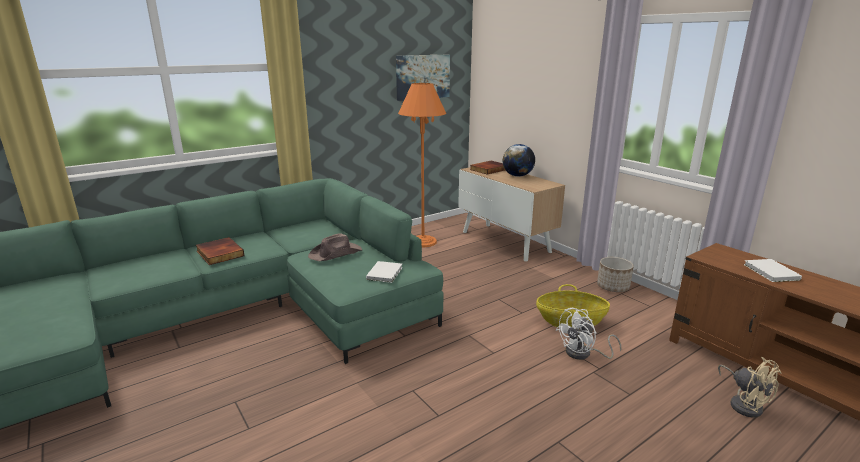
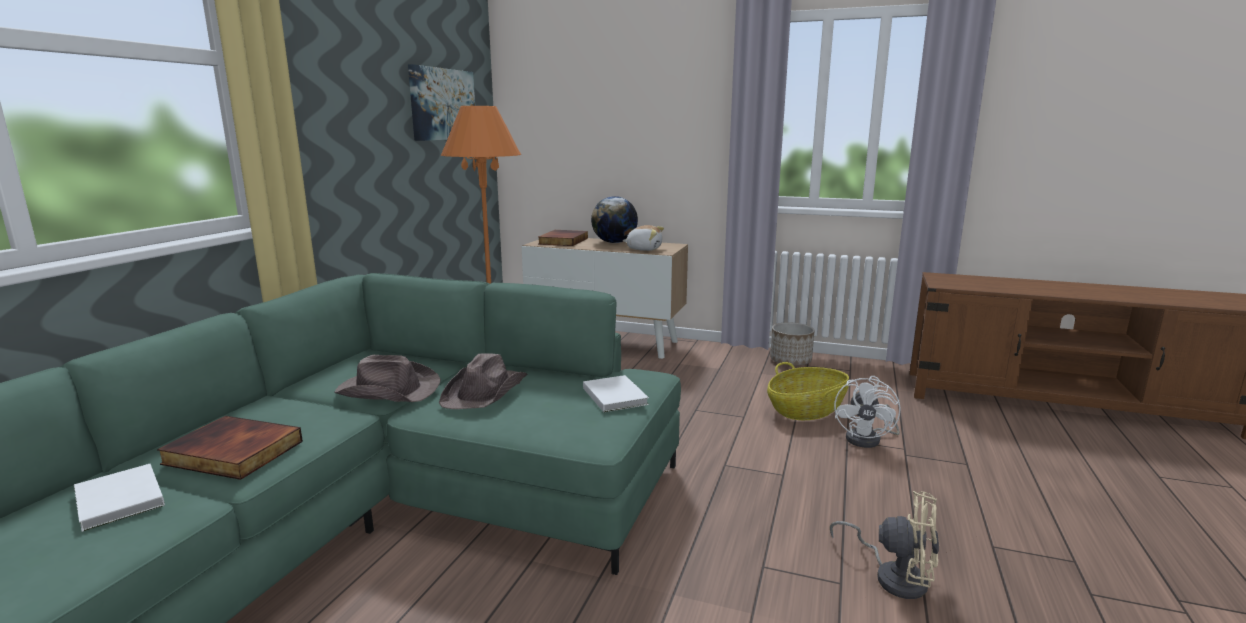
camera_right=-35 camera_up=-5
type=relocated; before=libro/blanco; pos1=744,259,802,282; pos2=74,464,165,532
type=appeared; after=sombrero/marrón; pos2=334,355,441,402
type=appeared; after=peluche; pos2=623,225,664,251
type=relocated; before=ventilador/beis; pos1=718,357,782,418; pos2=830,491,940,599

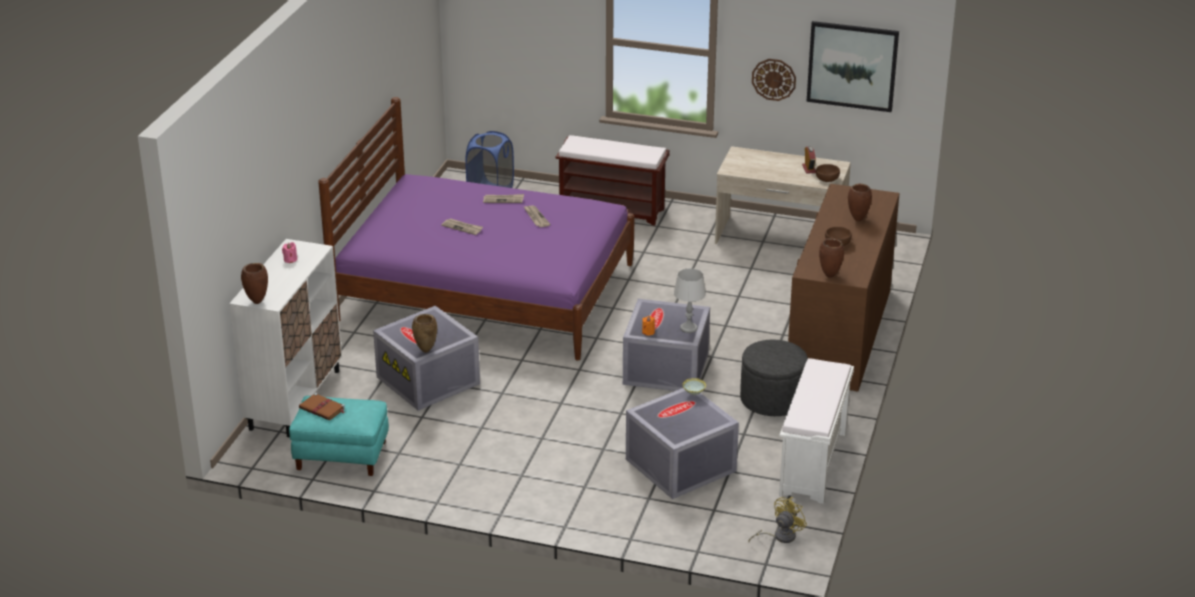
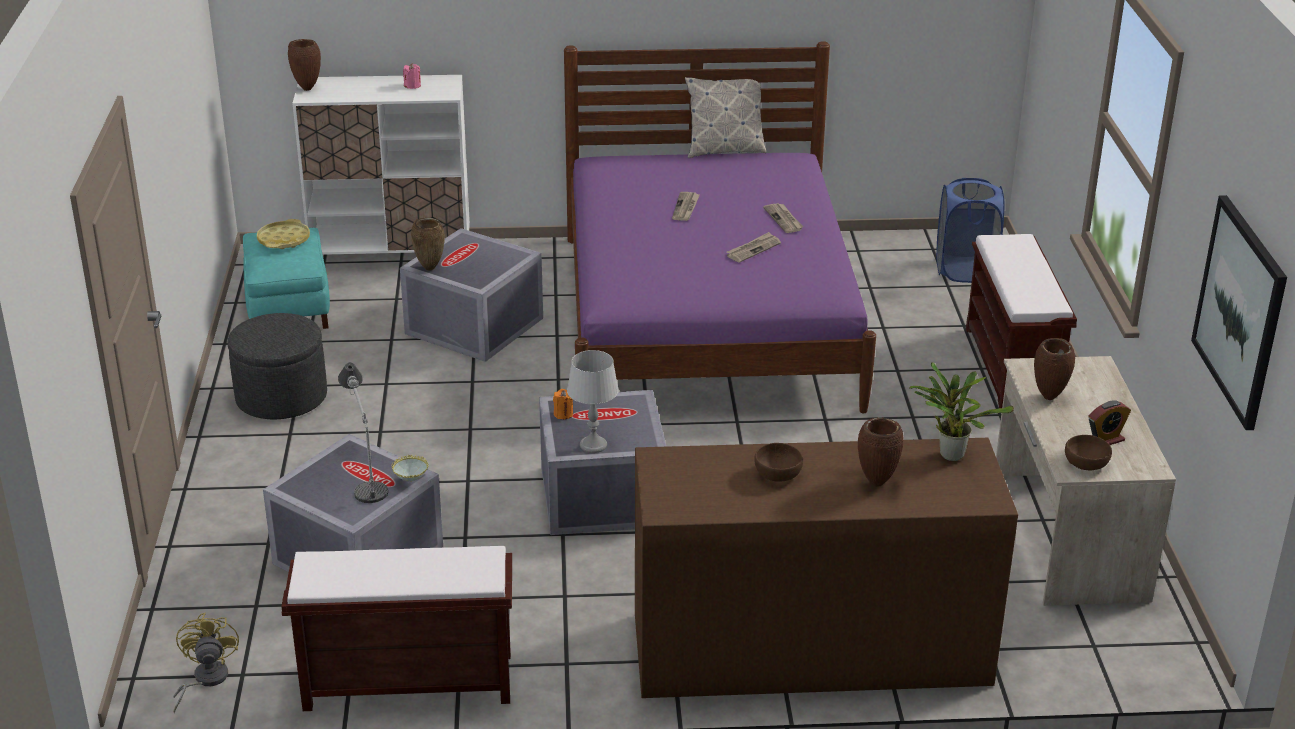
camera_right=70 camera_up=0
type=spun; before=ventilador/amarillo; pos1=748,497,807,543; pos2=173,613,239,714; turn=-120
type=relocated; before=puf/gris; pos1=740,340,808,416; pos2=228,313,327,419
type=exchanged; before=libro/marrón; after=bandeja/amarillo; pos1=299,393,345,420; pos2=257,219,310,249
type=colour; before=banco/blanco; after=banco/marrón; pos1=779,358,854,504; pos2=281,546,512,711
type=appeared; after=lámpara de mesa; pos2=338,363,388,503
type=appeared; after=cojín; pos2=685,77,766,158
type=appeared; after=planta en maceta; pos2=909,362,1014,461
type=relocated; before=florero/marrón; pos1=819,238,844,278; pos2=1034,338,1075,400
type=missing; before=reloj de pared; pos1=752,59,796,101

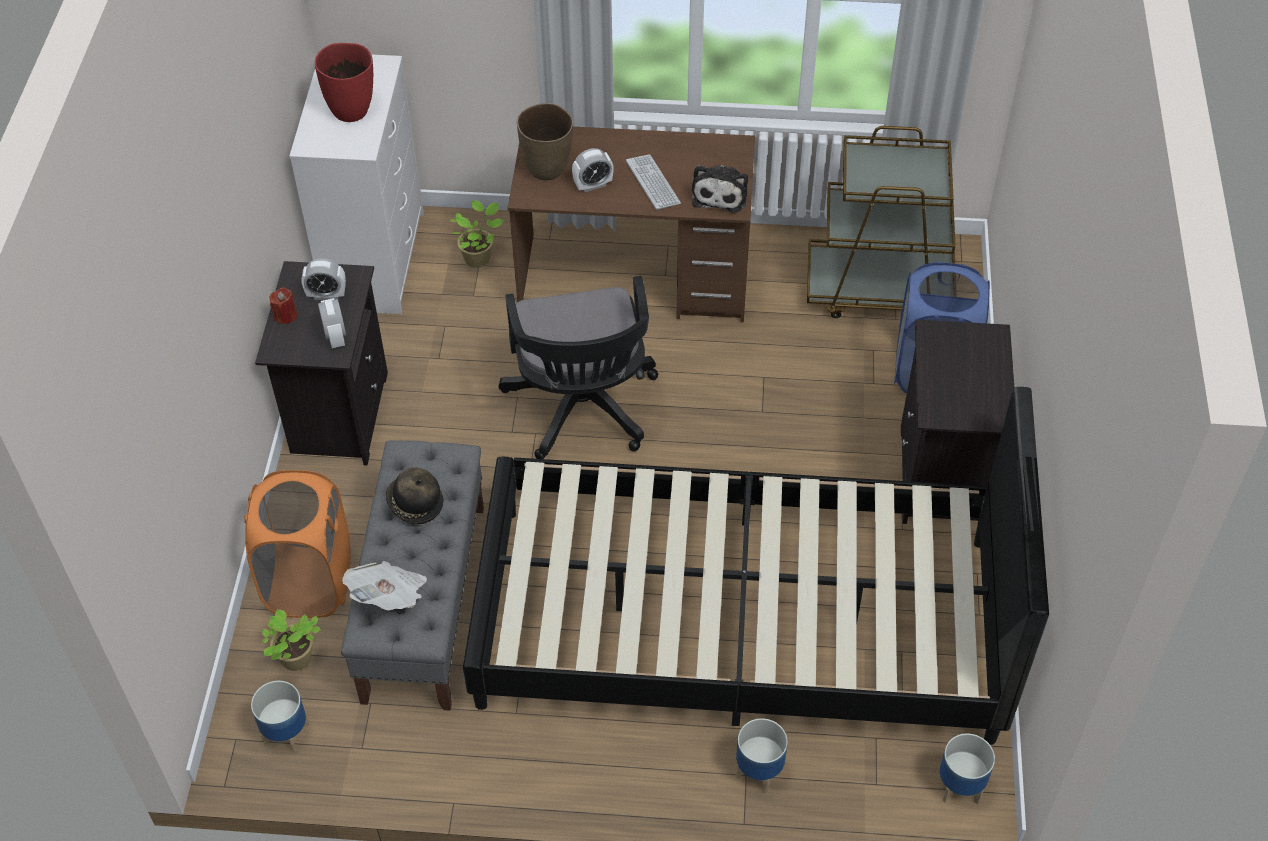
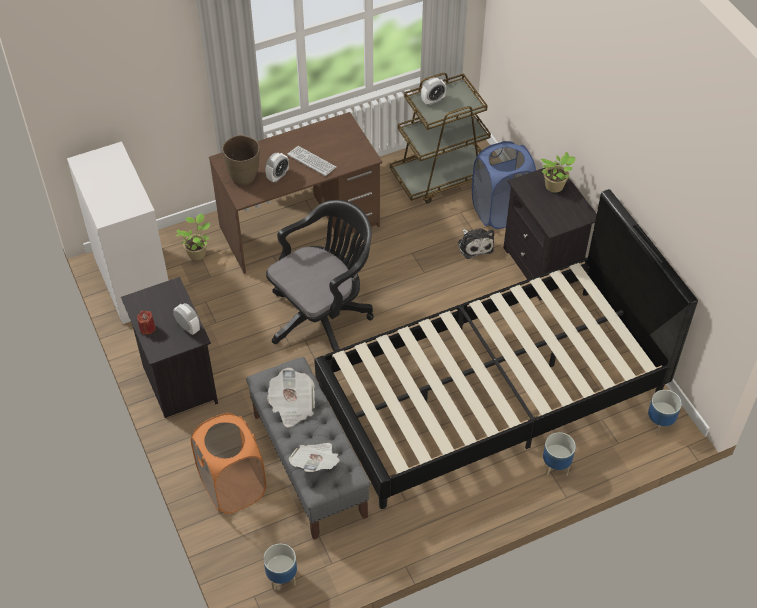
camera_right=-30 camera_up=0
type=spun; before=silla de oficina/negro; pos1=499,276,658,459; pos2=266,200,374,351; turn=-90
type=exchanged; before=sombrero; after=periódico; pos1=386,467,444,525; pos2=267,368,315,428
type=relocated; before=despertador; pos1=302,258,346,300; pos2=421,77,446,105
type=relocated; before=peluche; pos1=692,165,748,213; pos2=458,228,494,259
type=relocated; before=planta en maceta; pos1=262,609,320,671; pos2=541,152,575,193
type=missing; before=florero/rojo; pos1=314,43,373,122

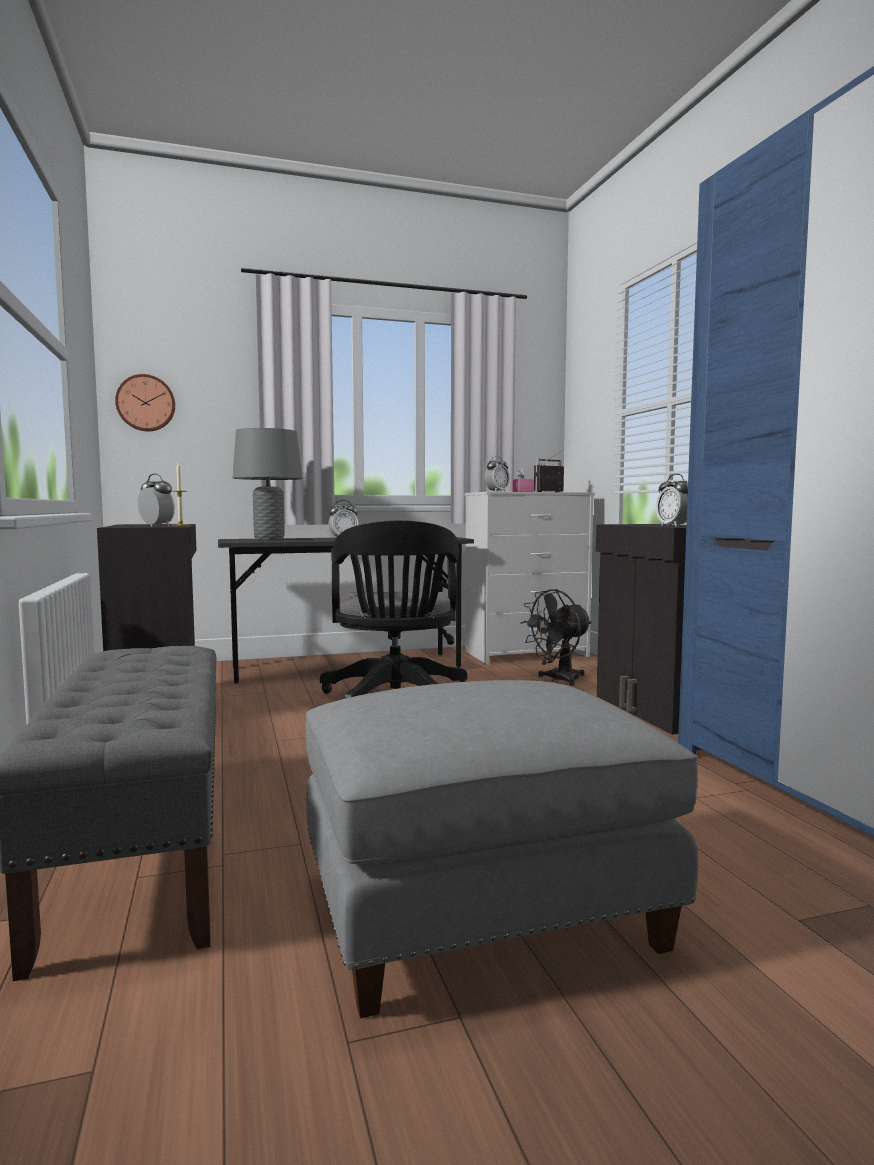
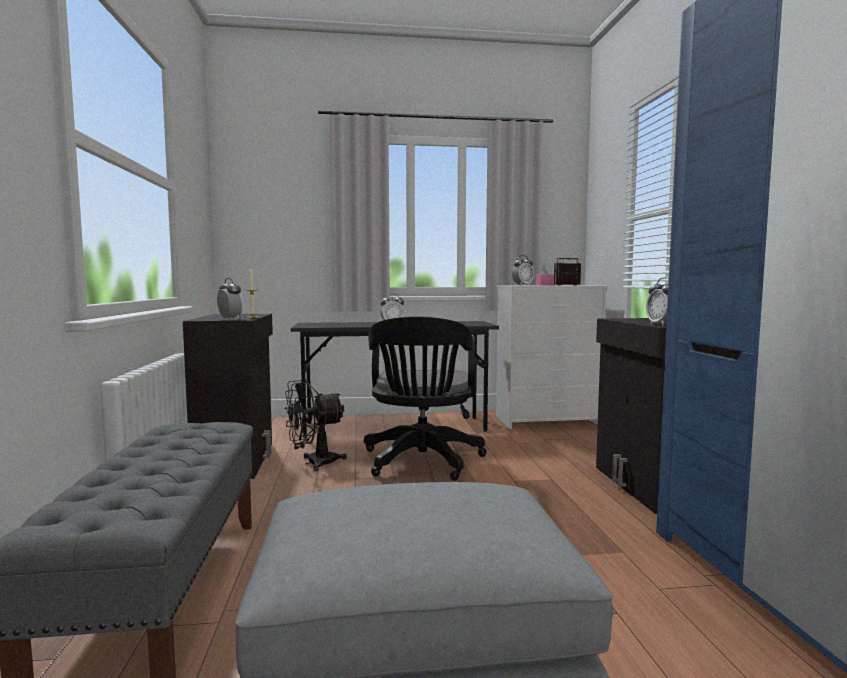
camera_right=10 camera_up=0
type=relocated; before=ventilador/negro; pos1=520,589,592,686; pos2=285,379,347,471
type=missing; before=reloj de pared; pos1=115,374,175,431
type=missing; before=lámpara de mesa/gris; pos1=233,428,303,540

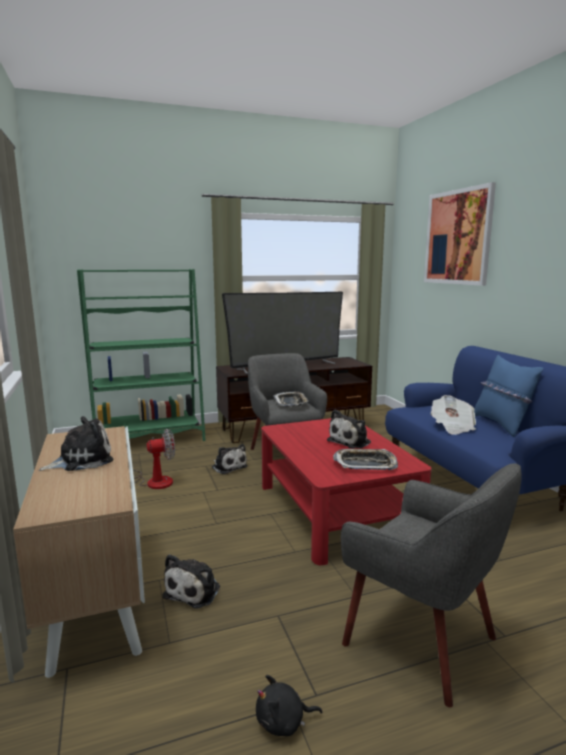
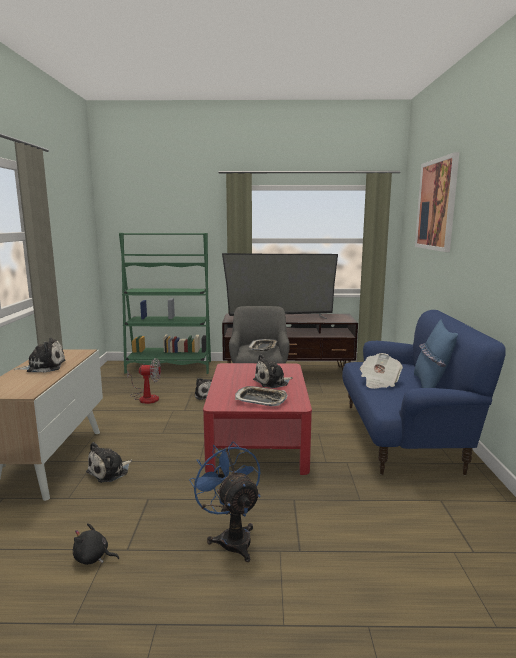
camera_right=20 camera_up=0
type=exchanged; before=sillón/gris; after=ventilador/azul; pos1=341,463,522,707; pos2=189,441,261,562

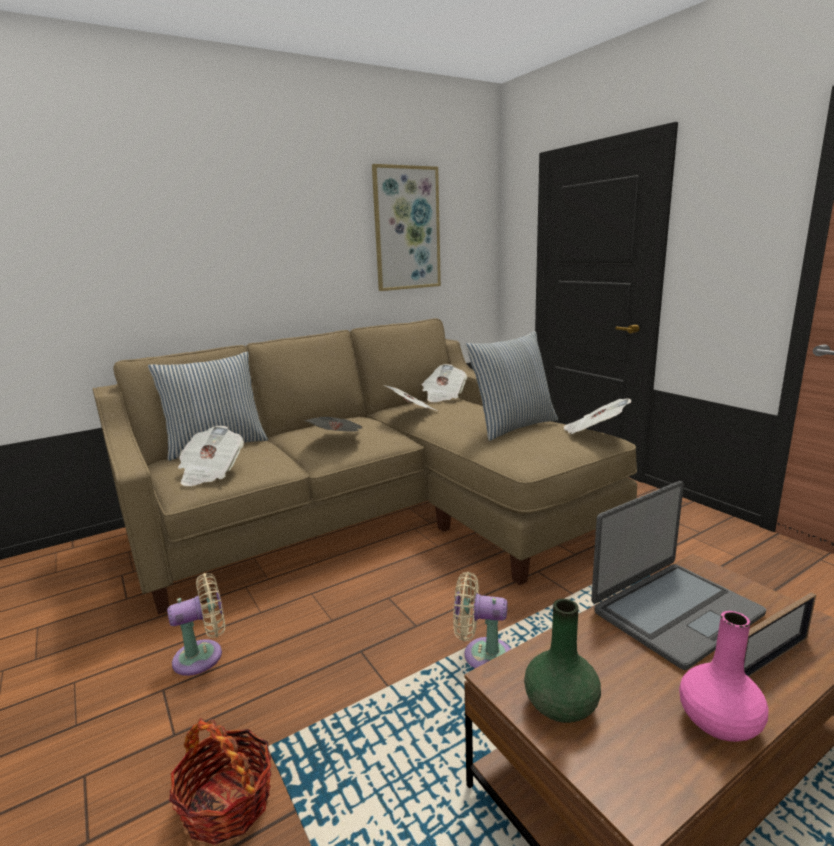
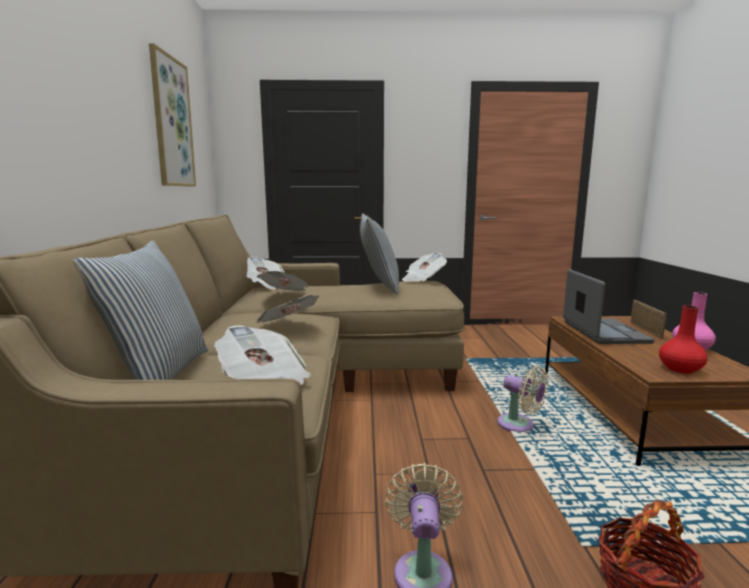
camera_right=-60 camera_up=-5
type=spun; before=ventilador/beis; pos1=453,572,511,668; pos2=497,366,549,432; turn=-90
type=colour; before=florero/verde; after=florero/rojo; pos1=524,599,601,723; pos2=659,305,708,374

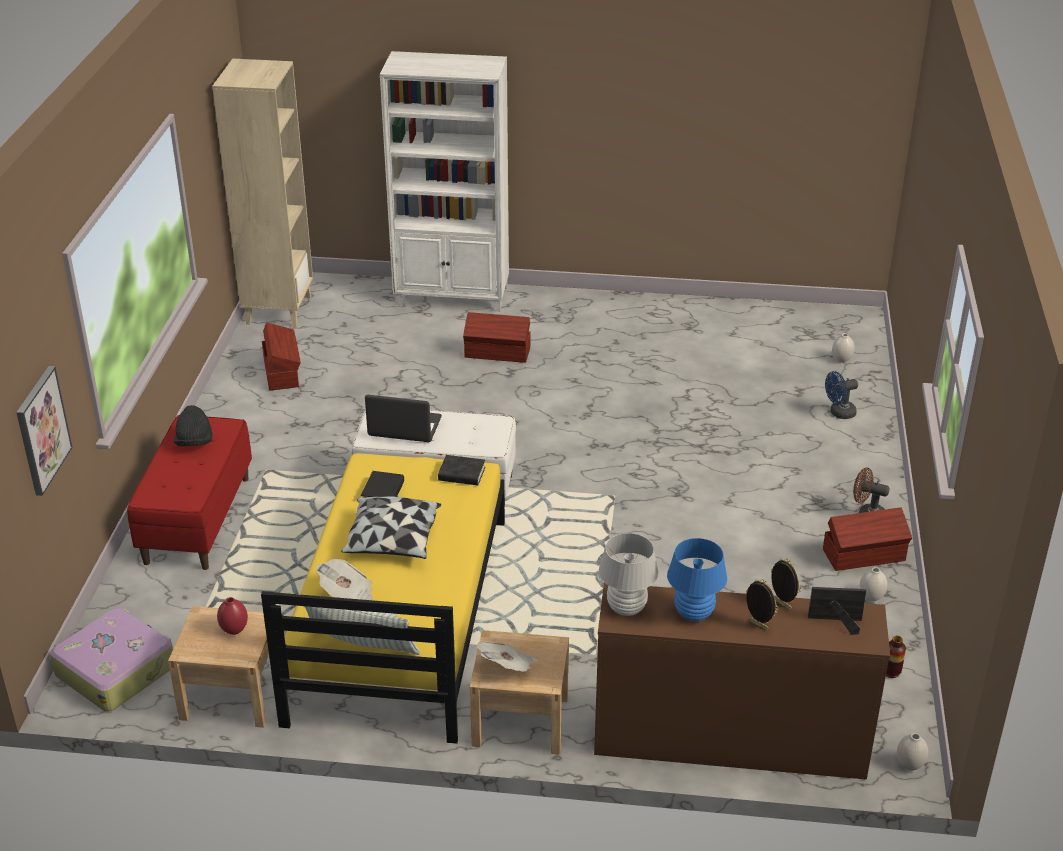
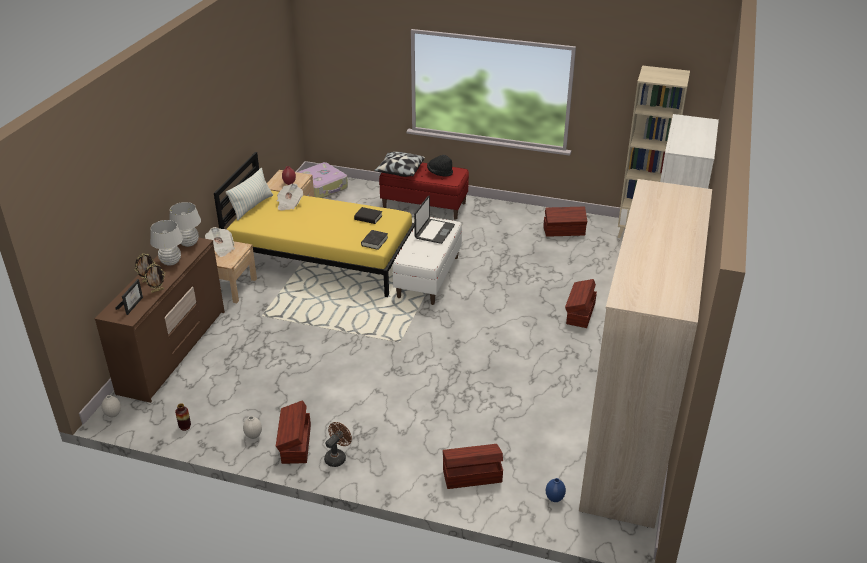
camera_right=100 camera_up=0
type=colour; before=lámpara de mesa/azul; after=lámpara de mesa/blanco; pos1=667,538,727,621; pos2=150,220,183,266
type=relocated; before=cojín; pos1=341,496,441,559; pos2=374,152,425,177
type=exchanged; before=ventilador/azul; after=caja de almacenaje/marrón; pos1=825,371,858,419; pos2=443,444,503,489
type=colour; before=florero/blanco; after=florero/azul; pos1=832,333,854,363; pos2=546,478,566,502
type=appeared; after=armario ropero; pos2=579,179,712,528
type=missing; before=cuadro; pos1=16,366,73,496

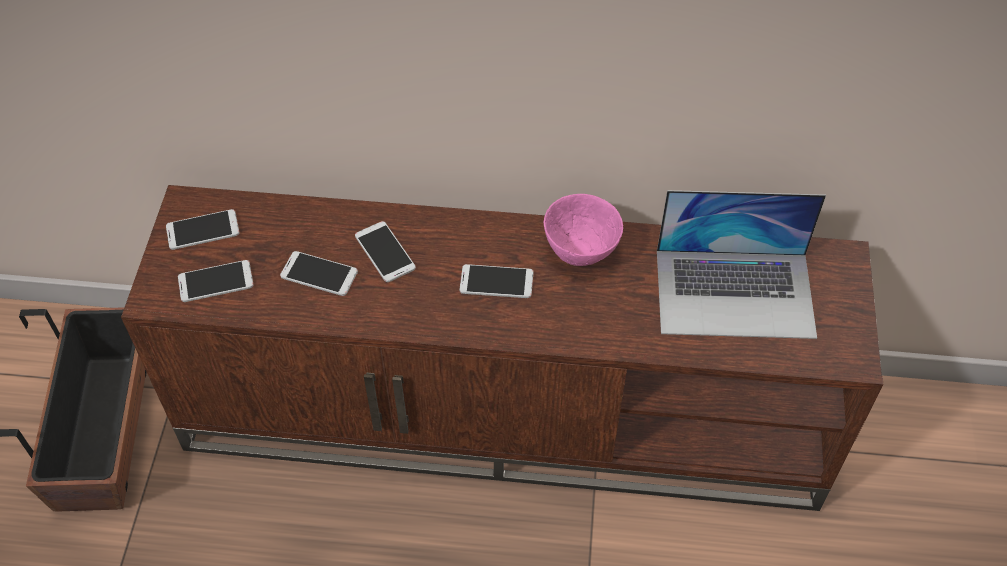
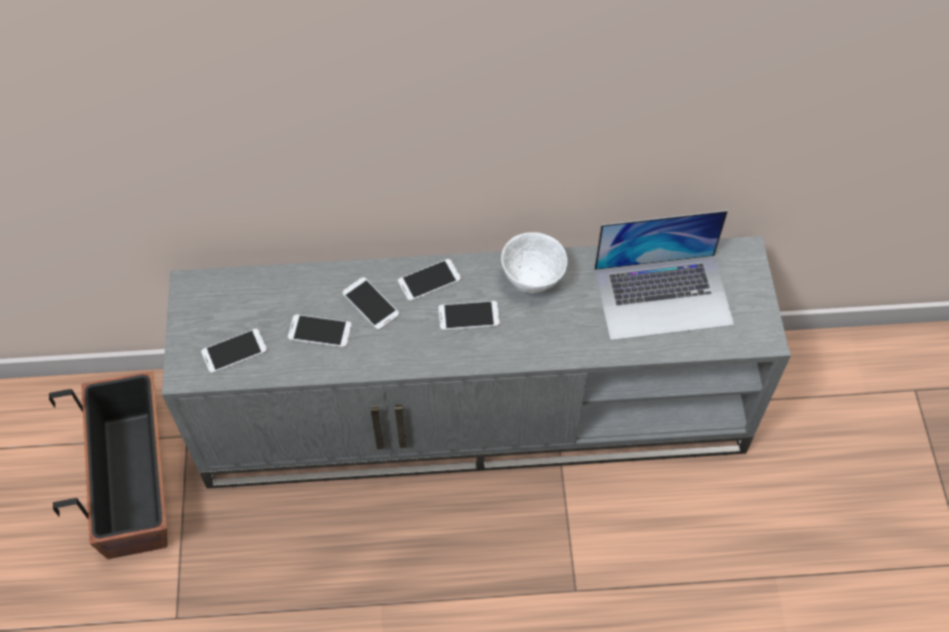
camera_right=-10 camera_up=5
type=colour; before=mueble de televisión/marrón; after=mueble de televisión/gris; pos1=121,185,884,511; pos2=162,236,791,489
type=relocated; before=móvil; pos1=166,209,239,250; pos2=398,259,461,301
type=colour; before=cuenco/rosa; after=cuenco/blanco; pos1=544,194,623,266; pos2=501,232,568,293

